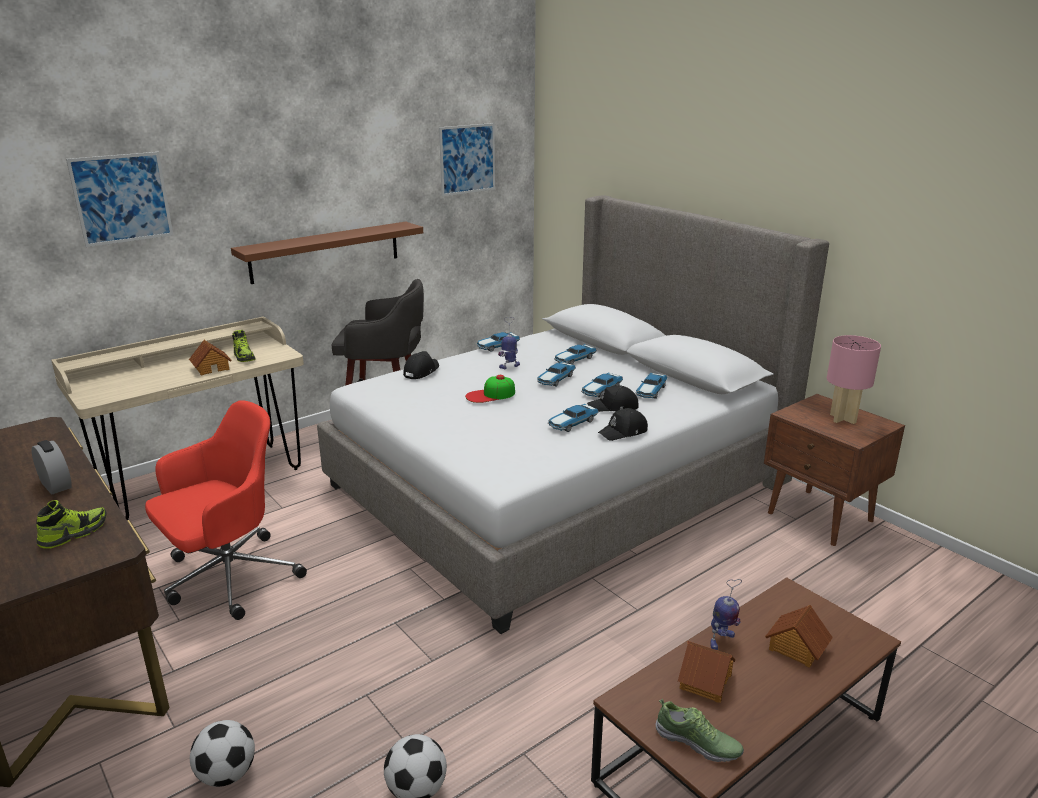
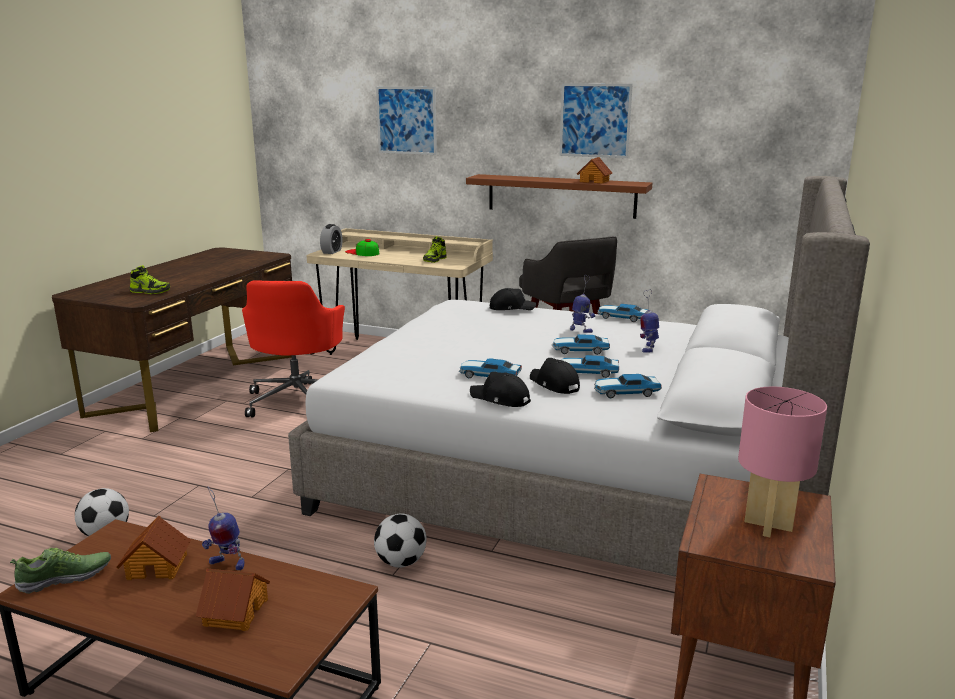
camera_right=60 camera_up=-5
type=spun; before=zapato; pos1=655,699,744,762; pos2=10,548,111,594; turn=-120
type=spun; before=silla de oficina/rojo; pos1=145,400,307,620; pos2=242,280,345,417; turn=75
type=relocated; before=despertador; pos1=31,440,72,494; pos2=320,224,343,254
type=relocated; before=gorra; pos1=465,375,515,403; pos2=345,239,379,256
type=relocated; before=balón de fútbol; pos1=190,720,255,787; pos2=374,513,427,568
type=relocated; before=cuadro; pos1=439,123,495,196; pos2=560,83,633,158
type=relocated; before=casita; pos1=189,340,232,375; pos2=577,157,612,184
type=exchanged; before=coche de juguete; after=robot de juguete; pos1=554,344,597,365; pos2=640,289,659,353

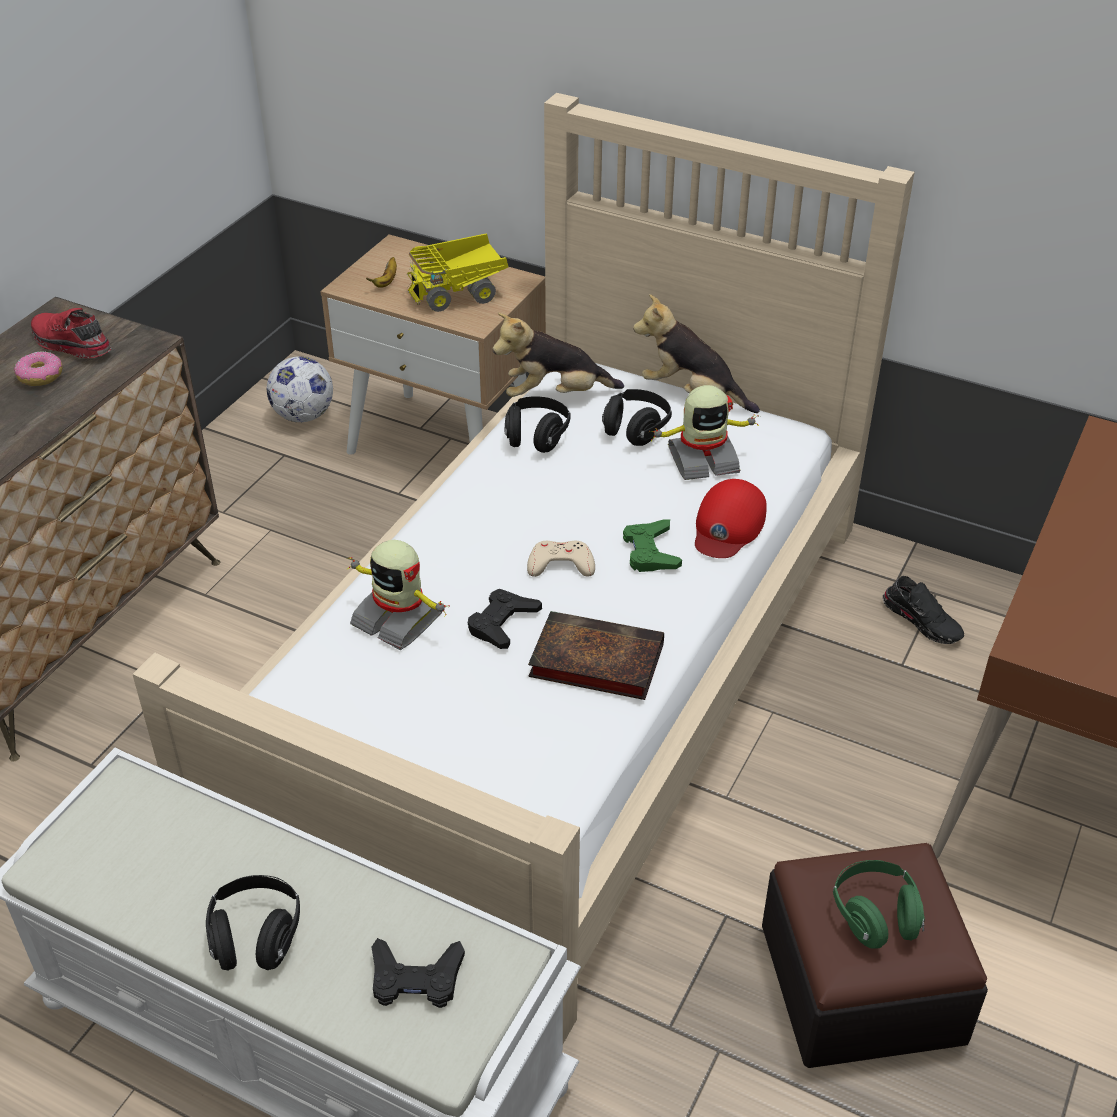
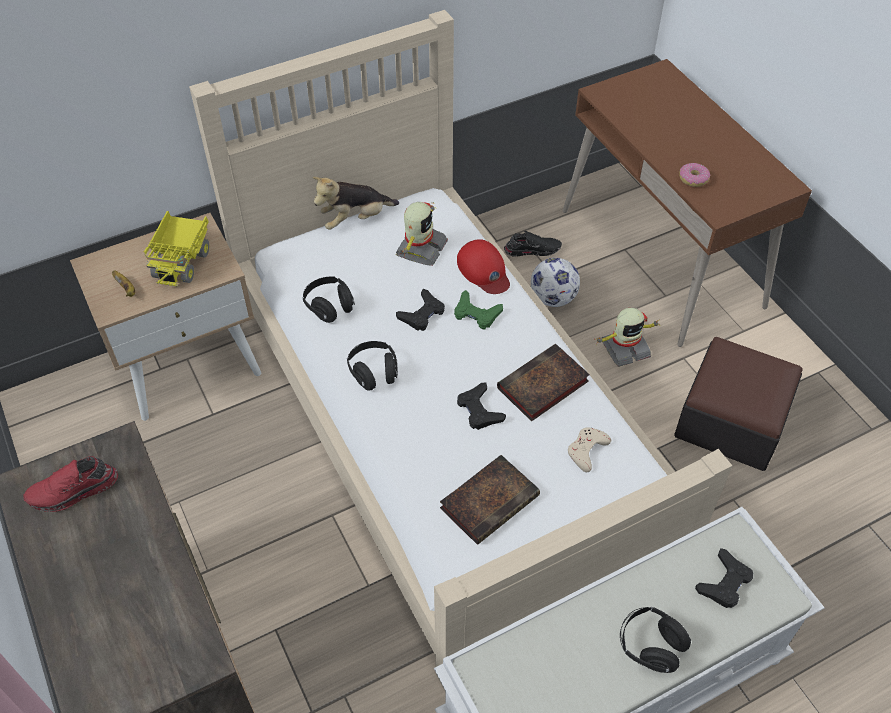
camera_right=-55 camera_up=10
type=relocated; before=auriculares/negro; pos1=602,389,672,446; pos2=347,341,398,391
type=appeared; after=mando de consola/negro; pos2=396,289,445,331
type=appeared; after=libro; pos2=440,455,540,545
type=relocated; before=balón de fútbol; pos1=267,356,333,422; pos2=531,258,580,307
type=relocated; before=mando de consola/beis; pos1=527,540,595,577; pos2=568,427,611,472
type=relocated; before=robot de juguete; pos1=346,540,450,650; pos2=594,308,660,367
type=relocated; before=rosquilla; pos1=14,351,63,386; pos2=679,163,710,187
type=missing; before=peluche; pos1=493,313,624,397
type=missing; before=auriculares/verde; pos1=833,860,925,948

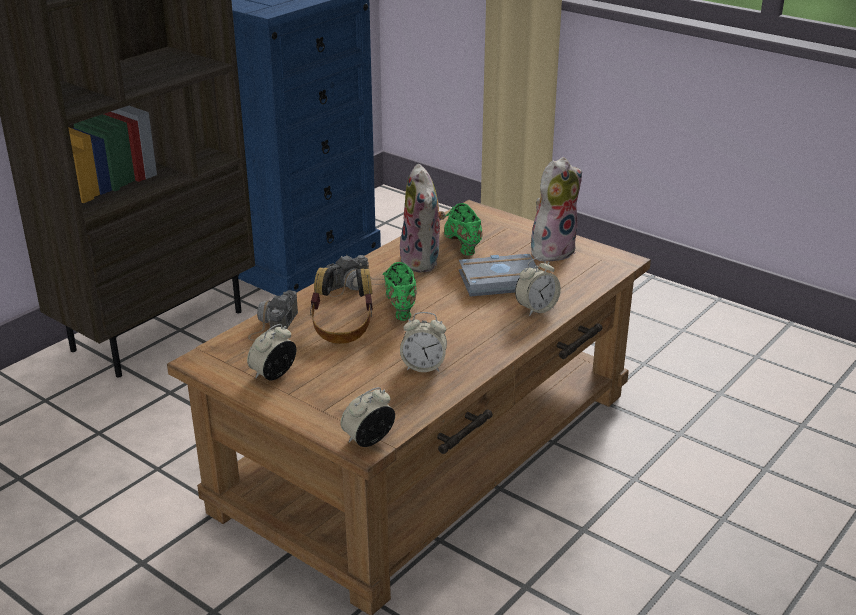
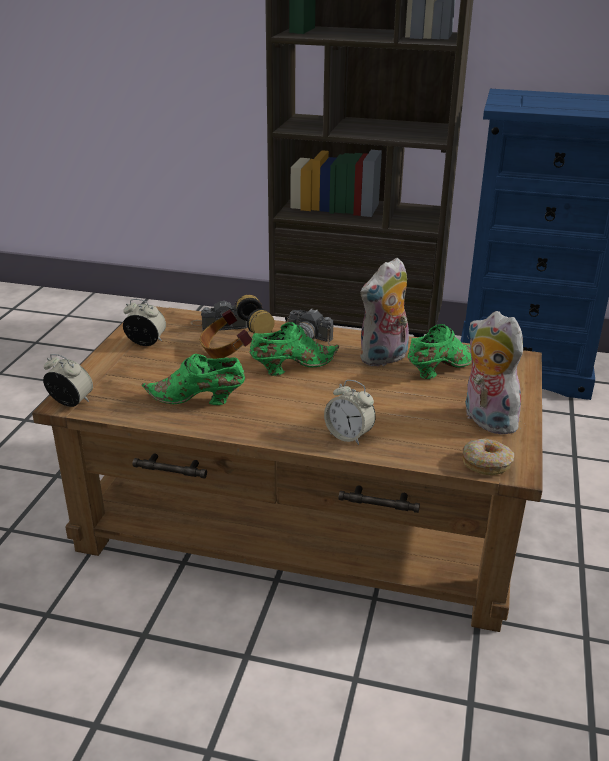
camera_right=65 camera_up=0
type=exchanged; before=despertador; after=zapato/verde; pos1=400,312,447,372; pos2=142,354,245,405
type=appeared; after=rosquilla; pos2=463,438,514,475
type=spun; before=peluche; pos1=531,157,582,262; pos2=465,311,523,435; turn=-150
type=missing; before=libro/gris; pos1=459,254,536,297

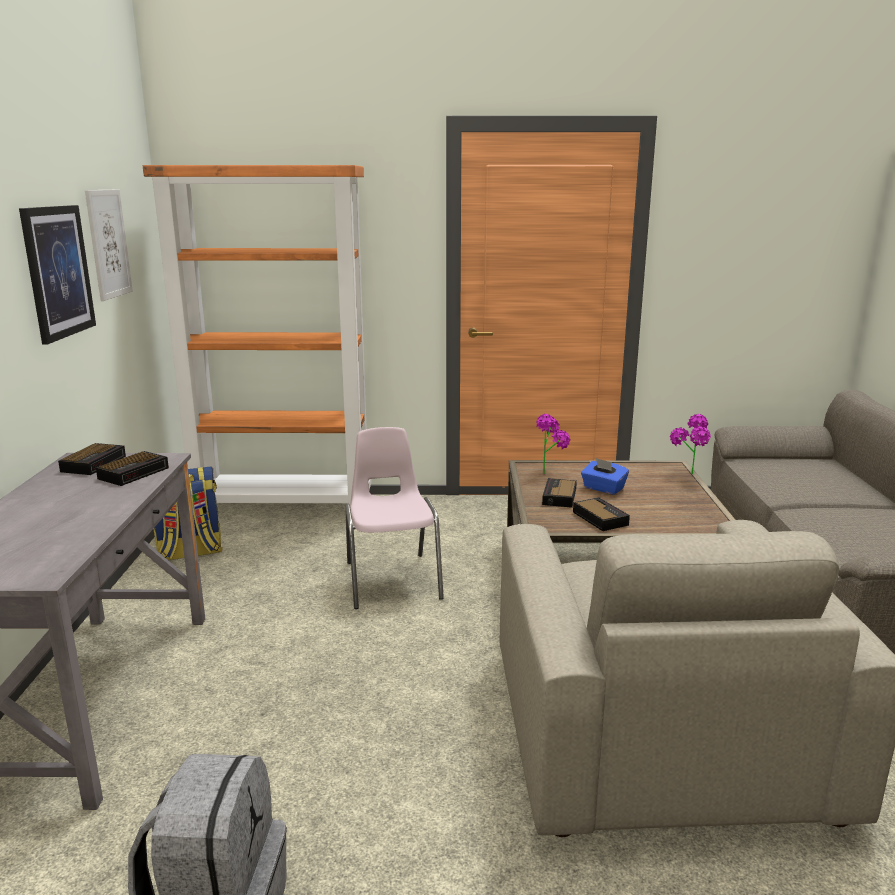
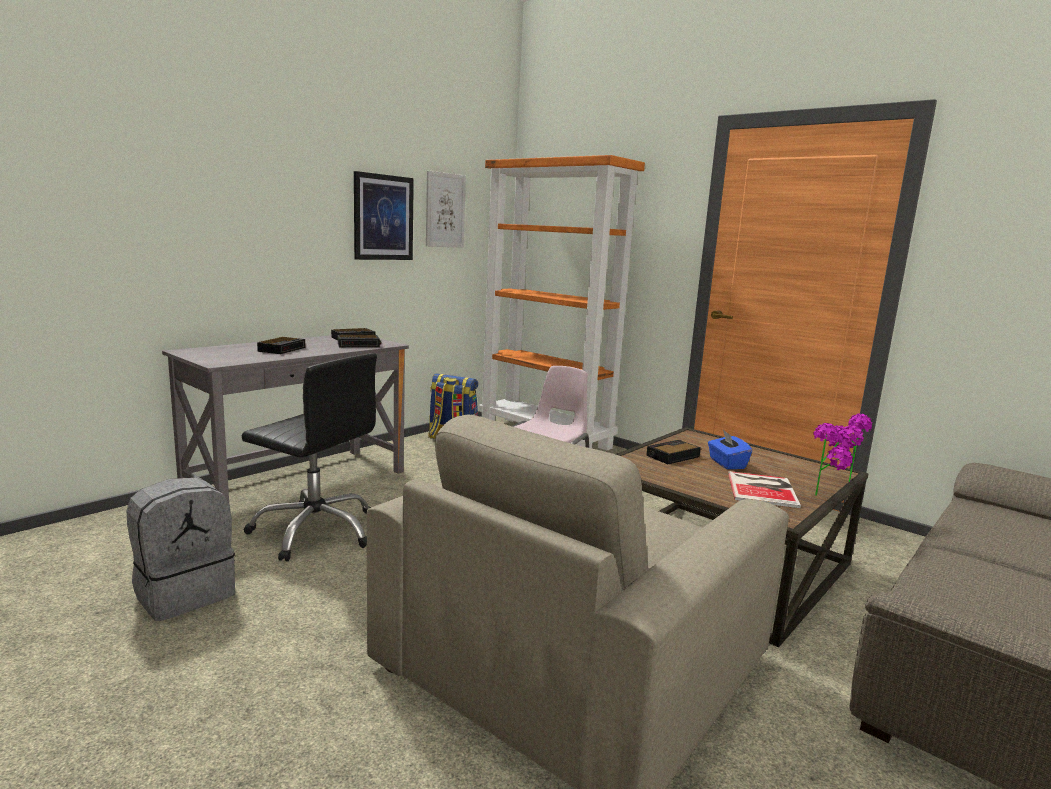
camera_right=40 camera_up=-5
type=appeared; after=silla de oficina/negro; pos2=242,353,377,562
type=relocated; before=despertador; pos1=573,497,630,531; pos2=257,337,305,354
type=appeared; after=libro; pos2=728,471,801,508
type=relocated; before=planta en maceta; pos1=536,414,570,474; pos2=813,423,853,496

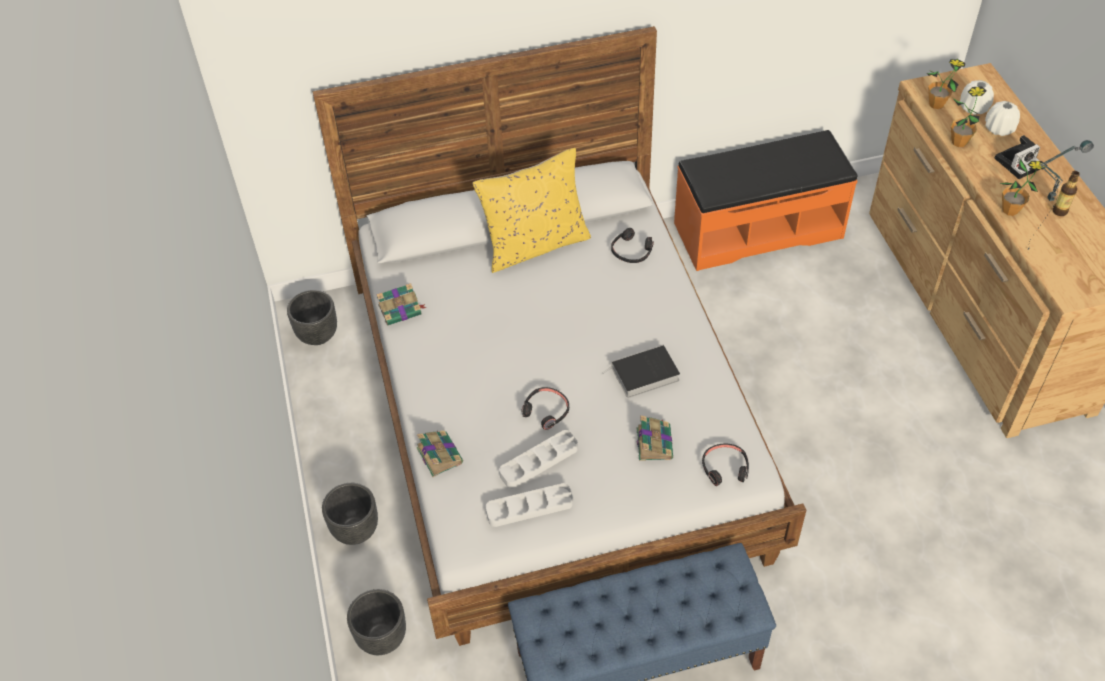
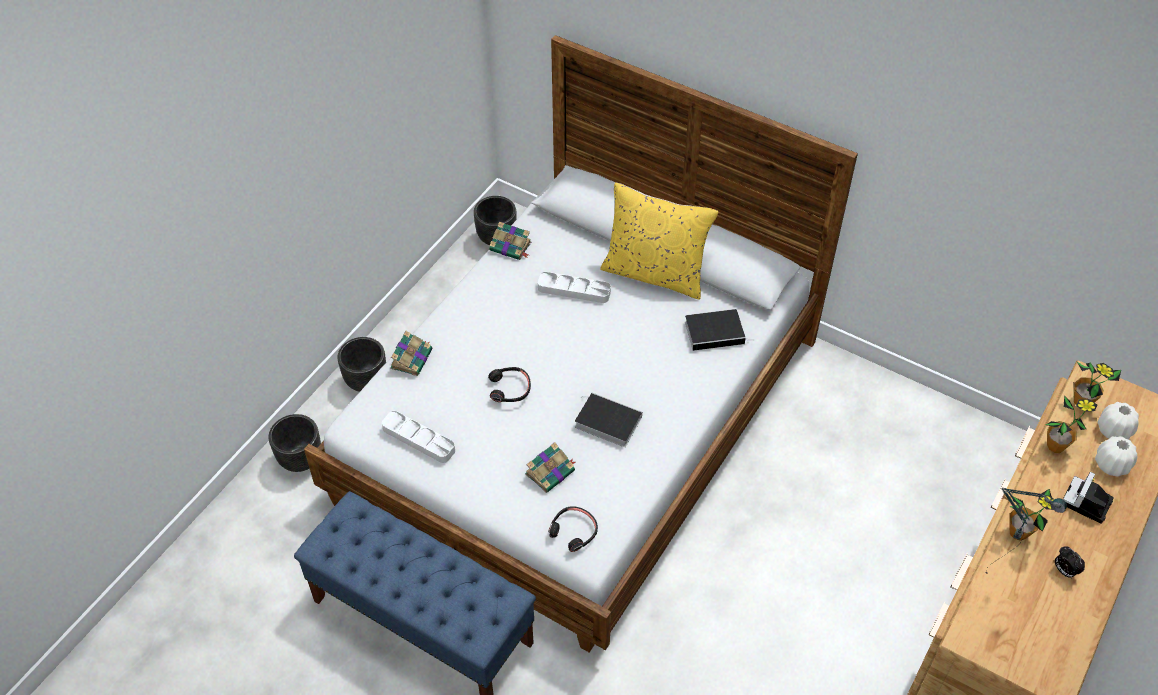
camera_right=45 camera_up=0
type=relocated; before=bandeja/gris; pos1=499,430,578,489; pos2=538,272,611,303
type=exchanged; before=auriculares/negro; after=libro; pos1=611,228,654,263; pos2=685,309,754,351
type=exchanged; before=botella; after=despertador; pos1=1053,171,1080,216; pos2=1055,546,1085,579
type=spun; before=cámara; pos1=995,135,1040,179; pos2=1063,472,1114,524; turn=105
type=missing; before=banco/naranja; pos1=674,130,858,271

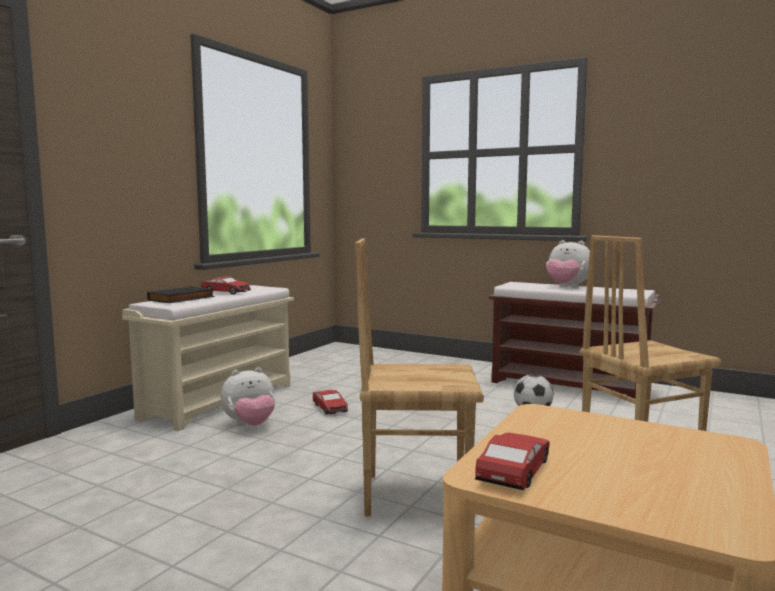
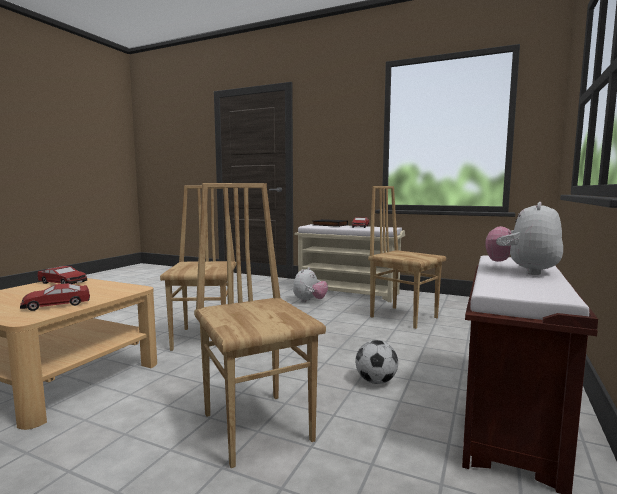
camera_right=85 camera_up=0
type=relocated; before=coche de juguete; pos1=313,390,348,415; pos2=20,283,90,311
type=spun; before=peluche; pos1=221,367,275,426; pos2=293,267,328,302; turn=-120
type=appeared; after=silla/marrón; pos2=368,186,446,329

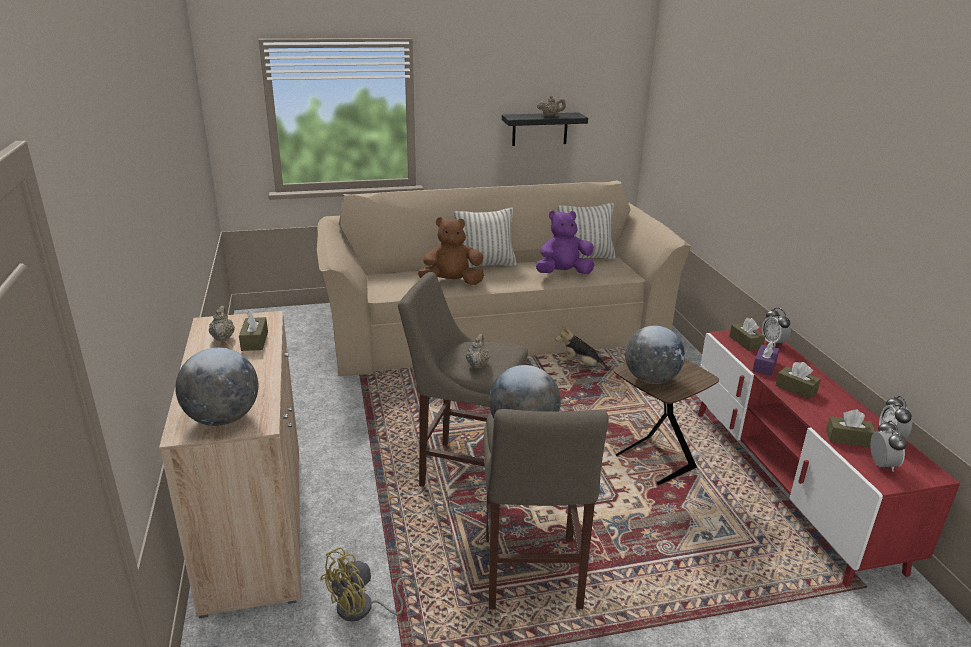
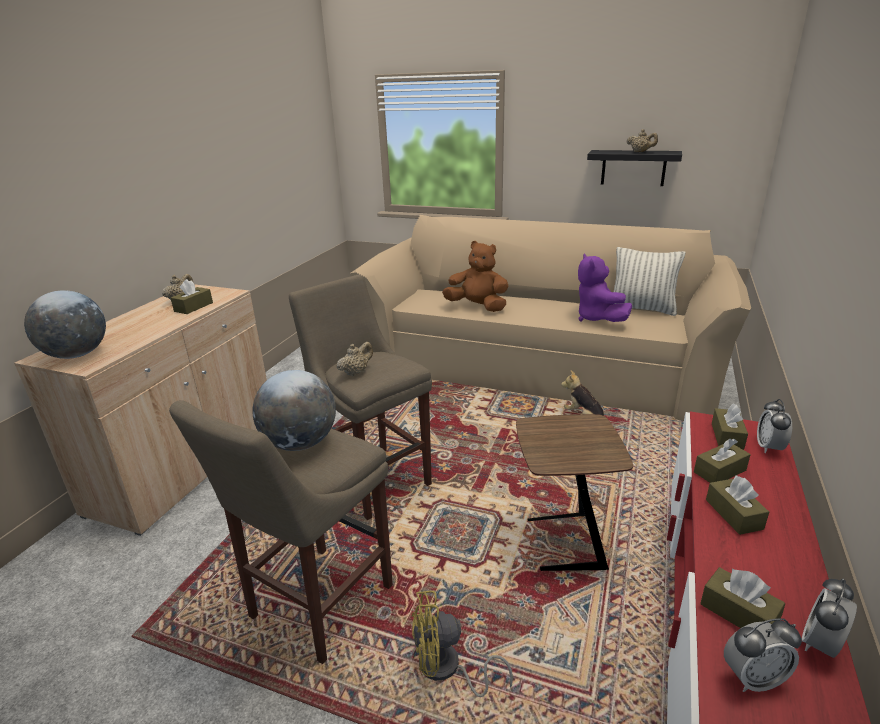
camera_right=35 camera_up=0
type=relocated; before=ventilador/amarillo; pos1=320,547,419,622; pos2=412,591,513,697
type=spun; before=peluche/morado; pos1=536,210,594,274; pos2=578,254,632,322; turn=-120
type=colour; before=caja de pañuelos/morado; after=caja de pañuelos/marrón; pos1=753,341,779,376; pos2=694,439,751,483
type=spun; before=despertador; pos1=870,421,907,472; pos2=724,618,802,692; turn=45
type=missing; before=cojín; pos1=454,208,517,268
type=missing; before=globo terráqueo; pos1=625,326,685,384

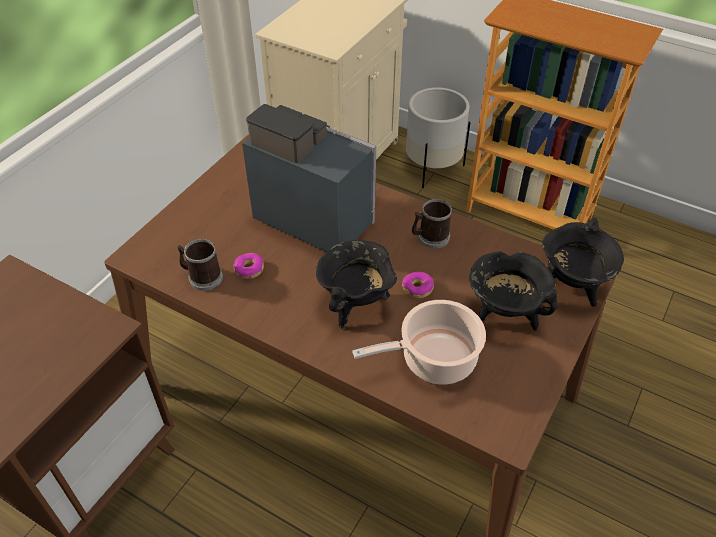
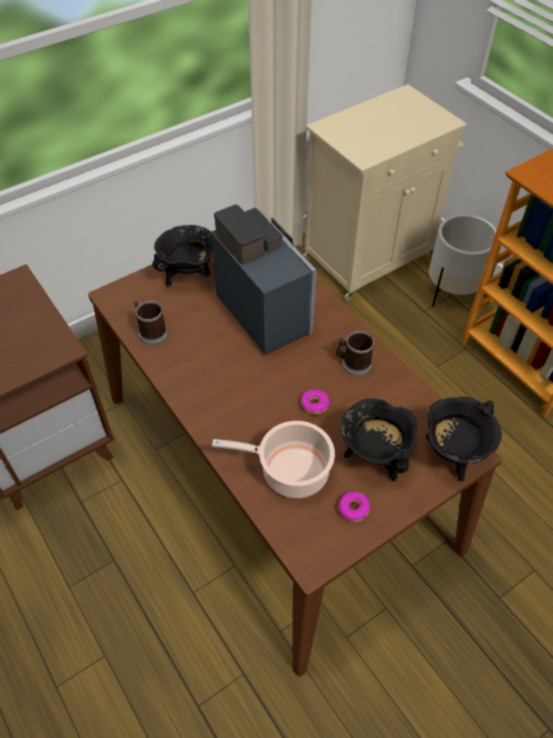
camera_right=25 camera_up=5
type=relocated; before=olla/negro; pos1=316,240,397,329; pos2=152,225,212,288
type=relocated; before=rosquilla; pos1=234,253,264,279; pos2=338,492,370,522

